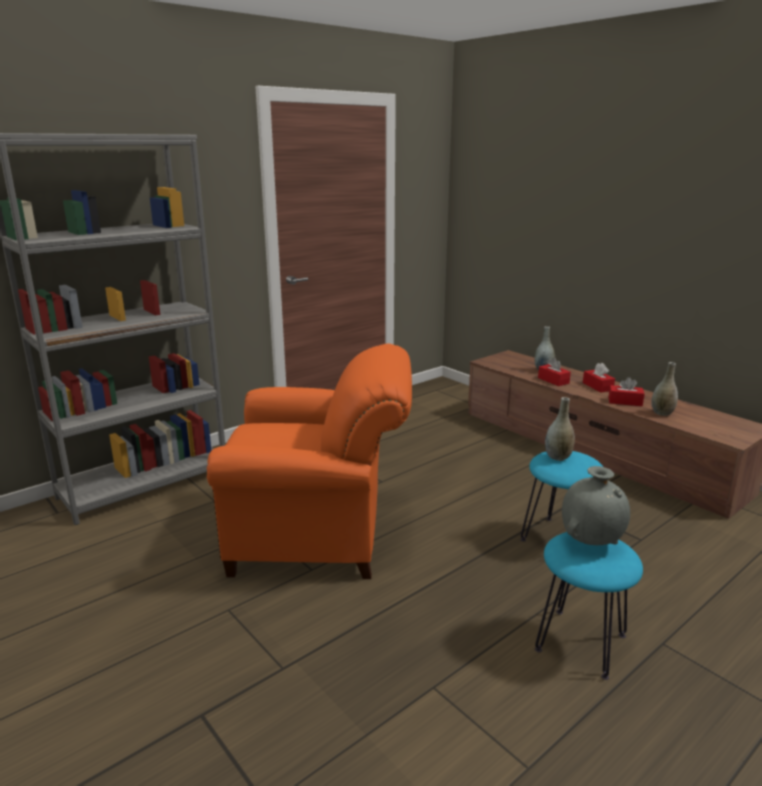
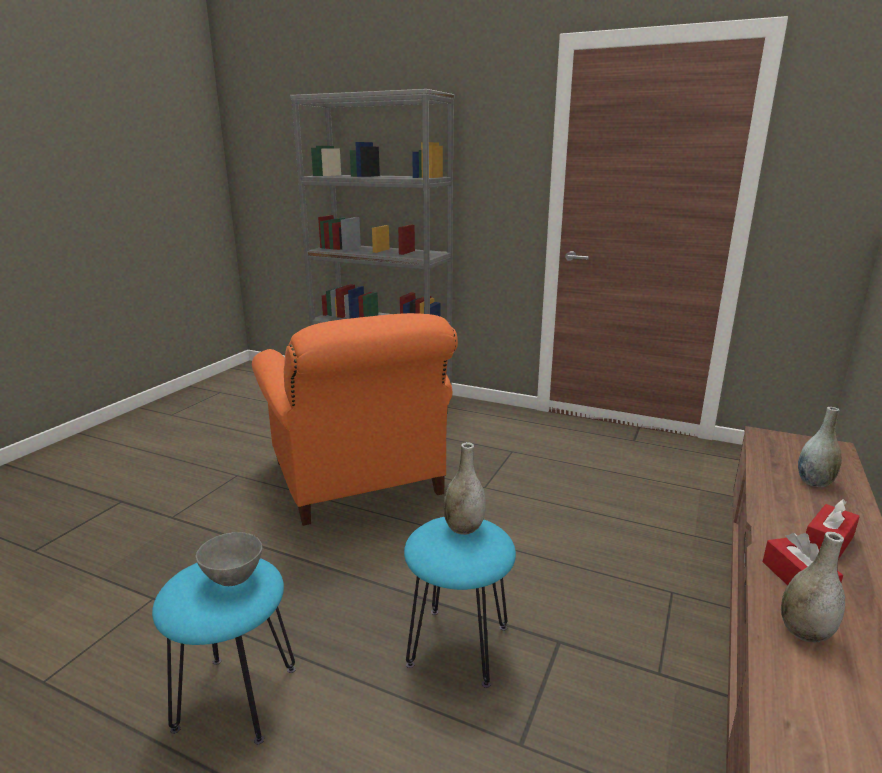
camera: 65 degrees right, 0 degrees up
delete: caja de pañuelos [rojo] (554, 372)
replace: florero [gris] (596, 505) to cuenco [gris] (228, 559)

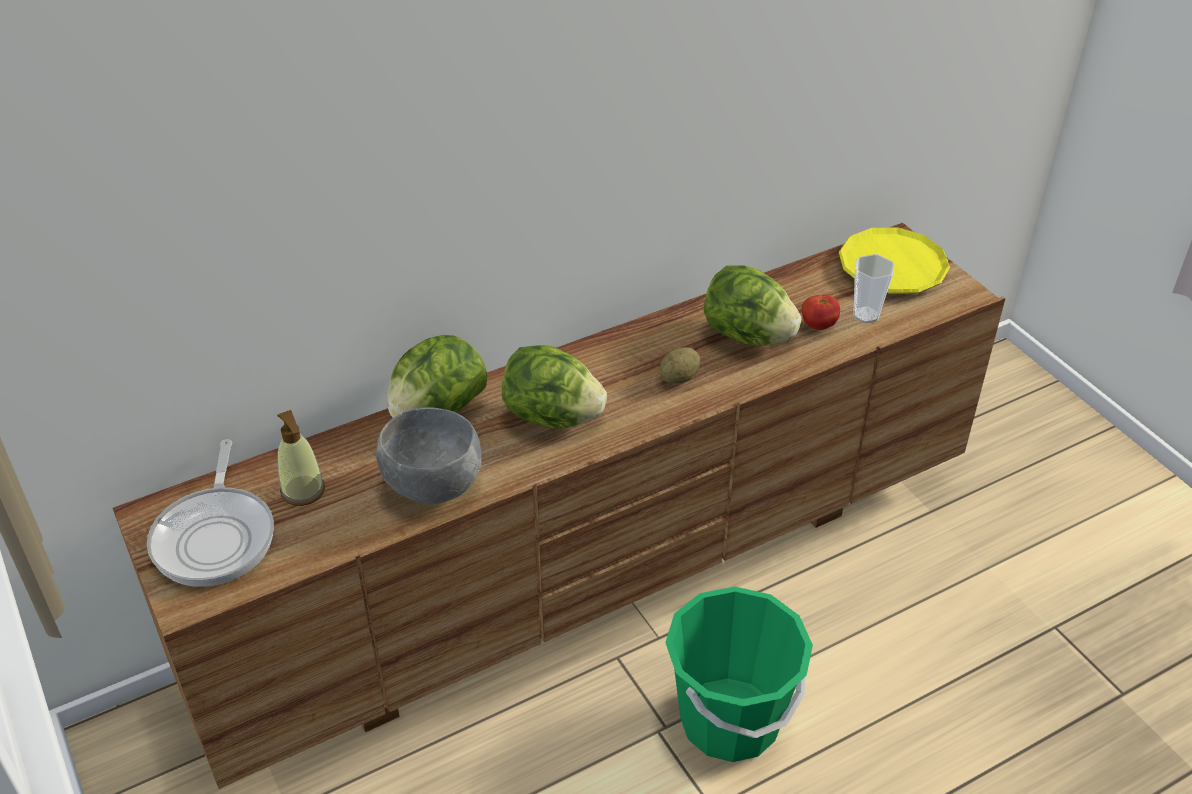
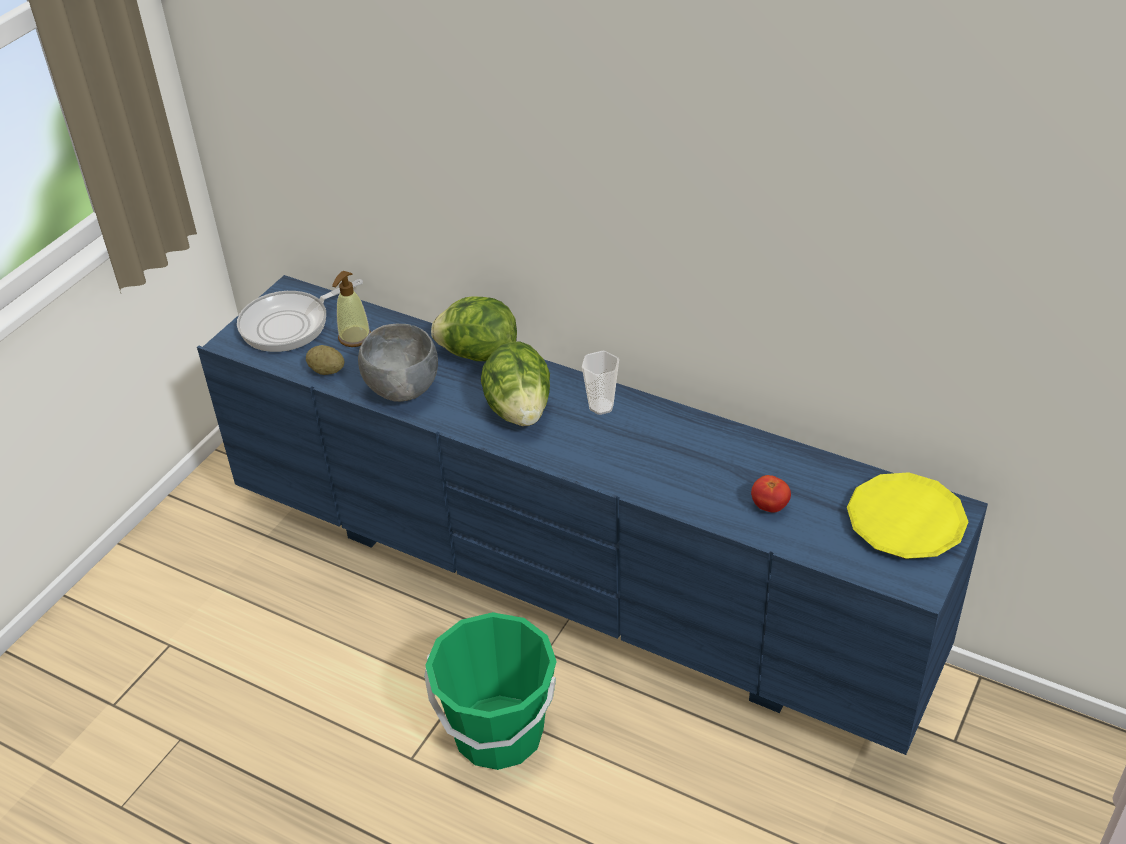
camera: 60 degrees right, 0 degrees up
delete: lechuga (752, 305)
move: patata (679, 365) to (325, 360); taza (873, 288) to (600, 383)
recolor: armario [marrón] (559, 506) to armario [azul] (592, 515)

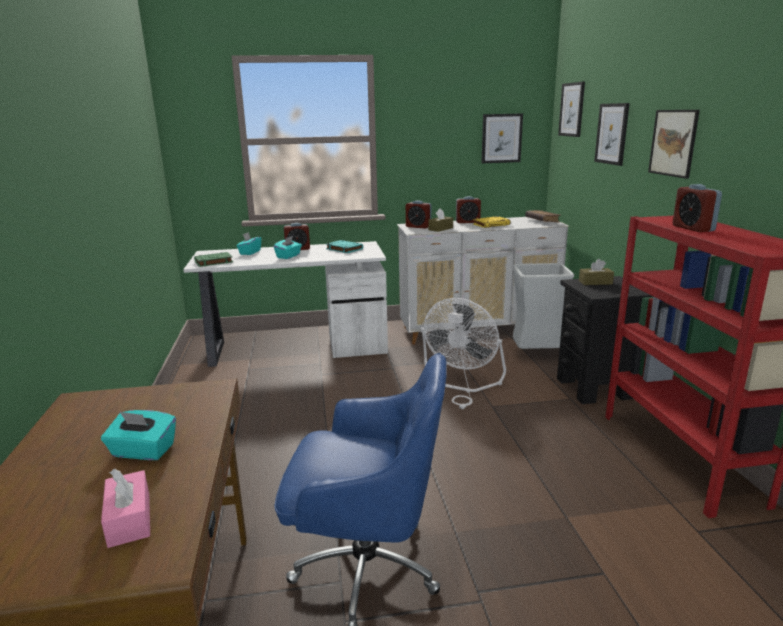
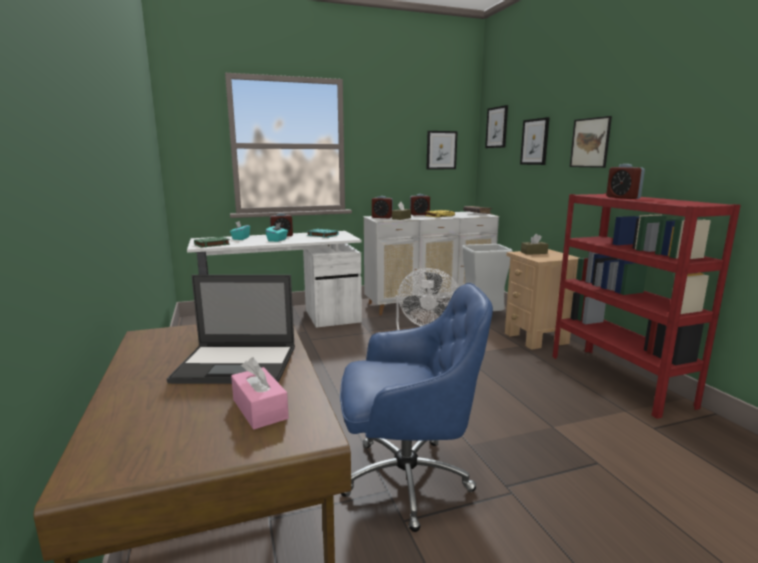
camera: 10 degrees left, 5 degrees down
replace: caja de pañuelos [turquesa] (138, 435) to portátil (231, 329)
recolor: mesita de noche [negro] (605, 340) to mesita de noche [beis] (542, 299)

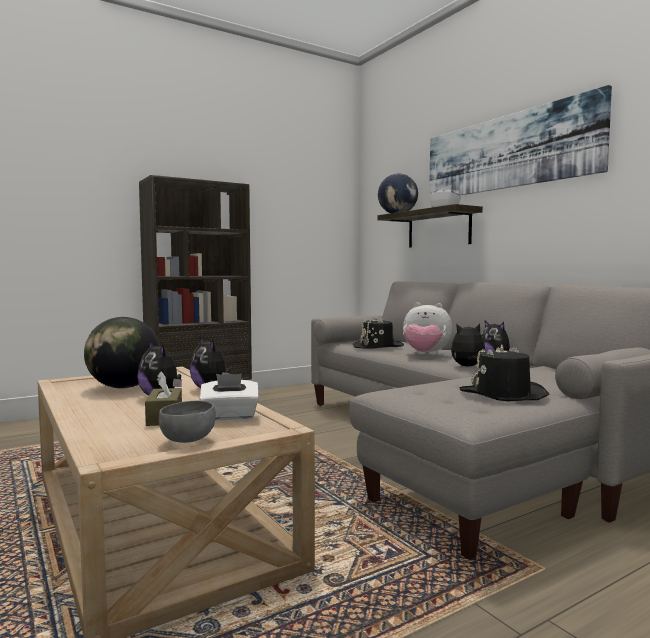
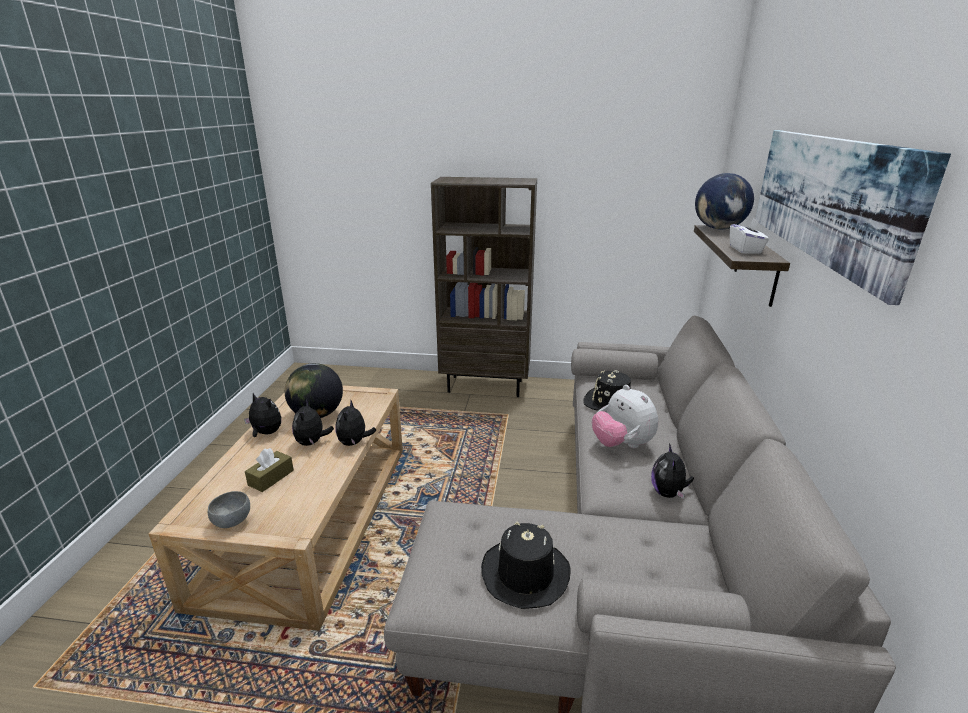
camera: 40 degrees right, 20 degrees up
delete: caja de pañuelos [blanco] (229, 397)
move: peluche (468, 345) to (262, 415)

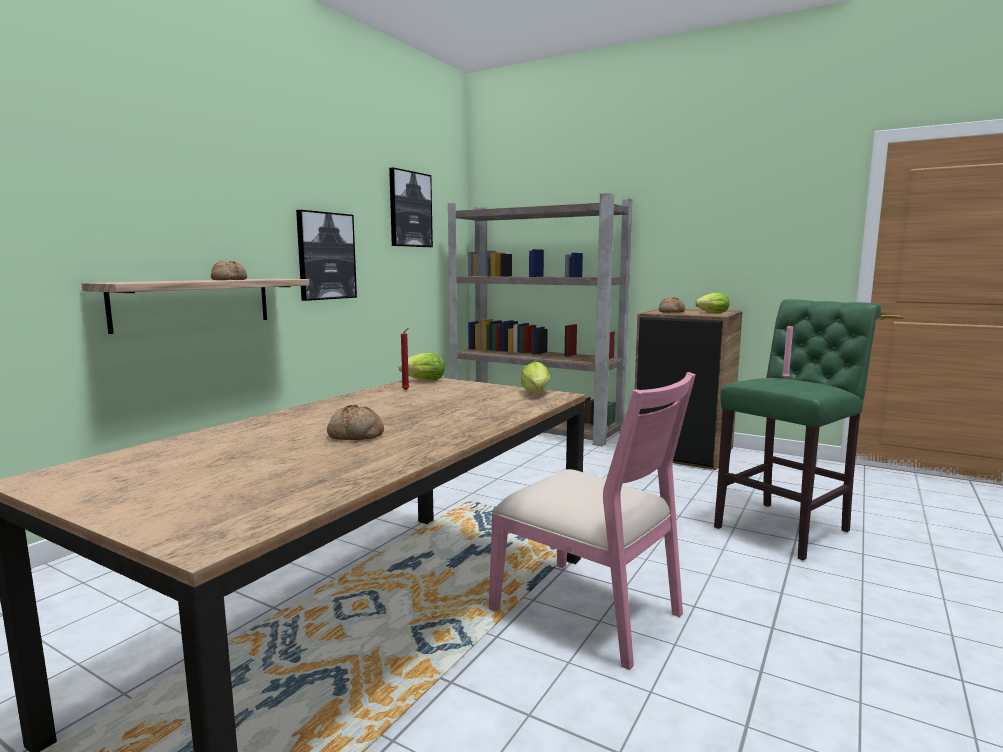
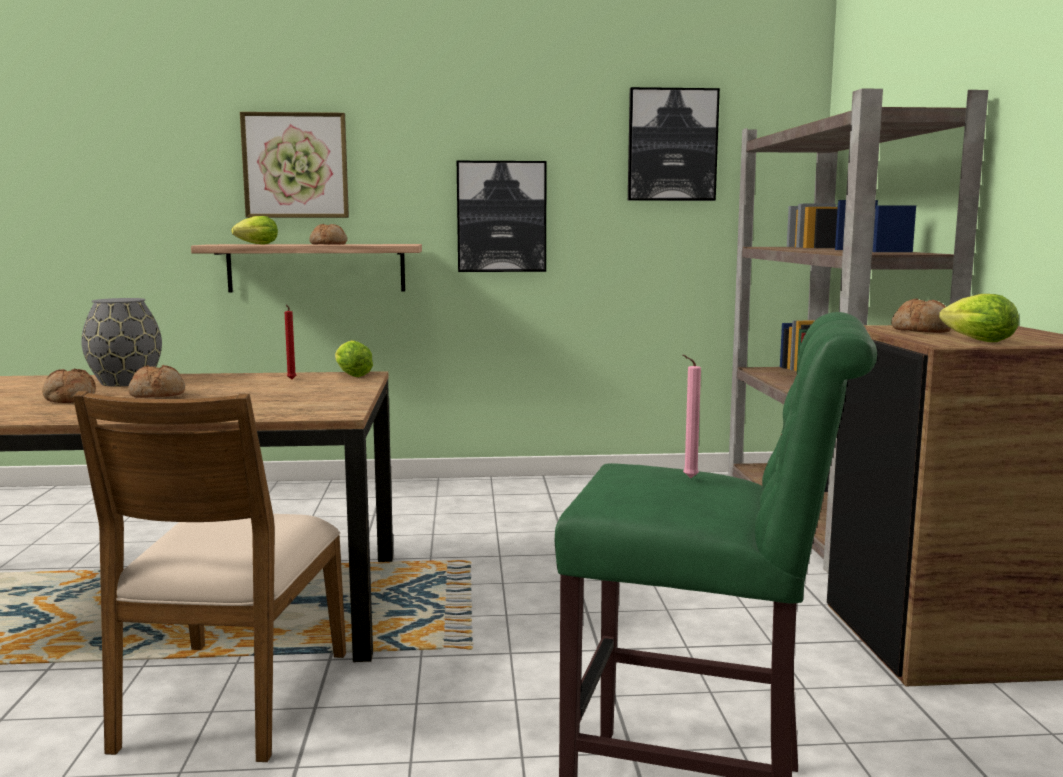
camera: 55 degrees right, 0 degrees up
insert: florero [gris] (121, 342); pan (156, 381); cuadro (294, 165)
move: lechuga (536, 377) to (254, 230)
recolor: silla [rosa] (592, 521) to silla [marrón] (209, 576)

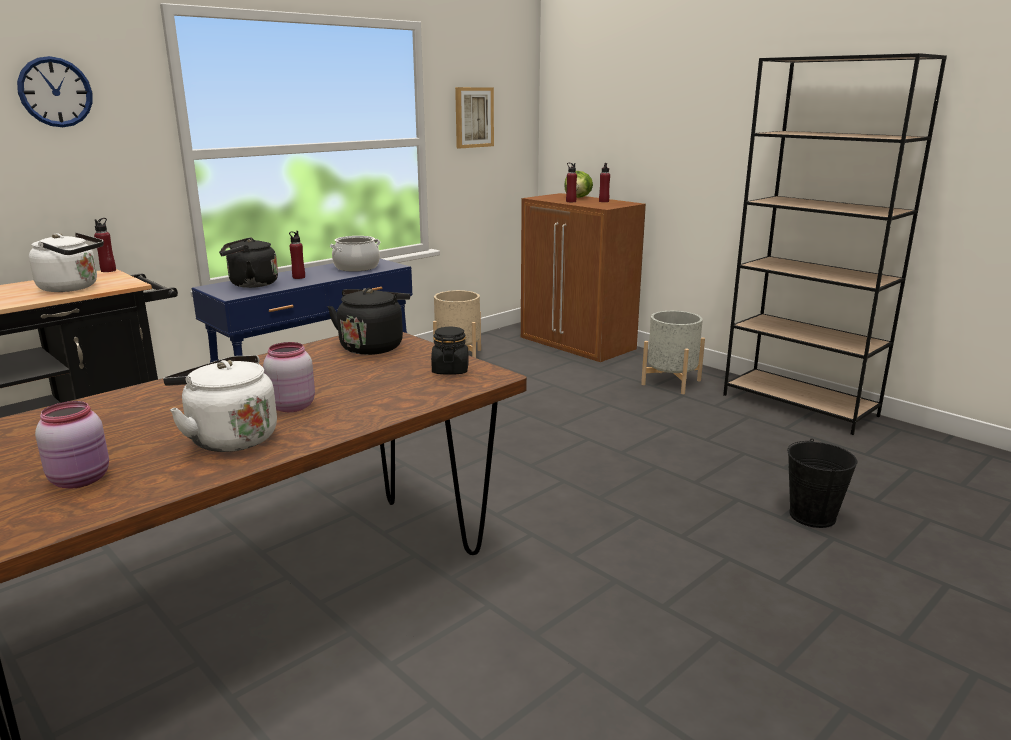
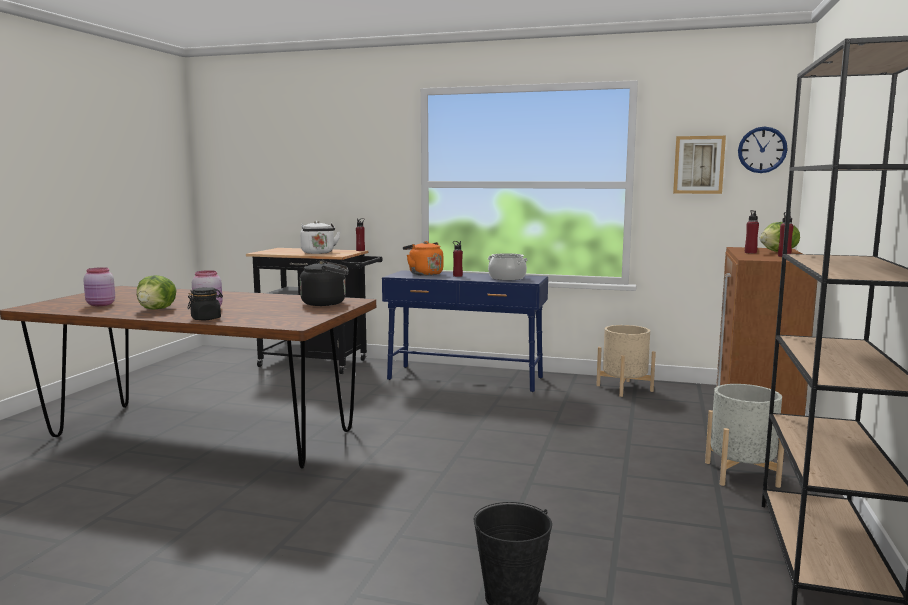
camera: 60 degrees right, 10 degrees down
move: reloj de pared (55, 91) to (763, 149); tarro [negro] (450, 351) to (205, 303)
replace: hervidor [blanco] (220, 403) to lechuga (156, 292)
recolor: hervidor [negro] (248, 262) to hervidor [naranja] (423, 258)

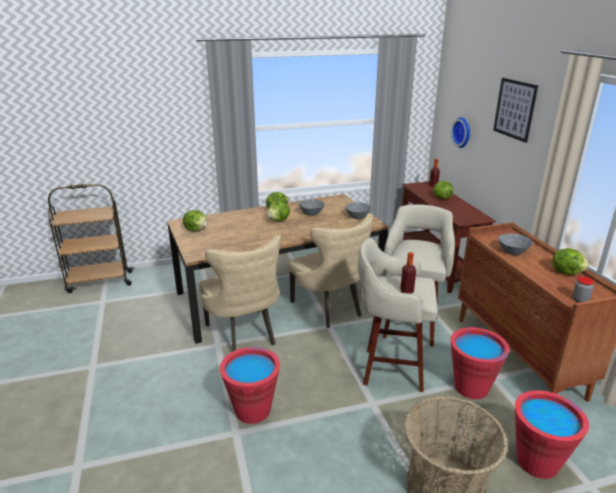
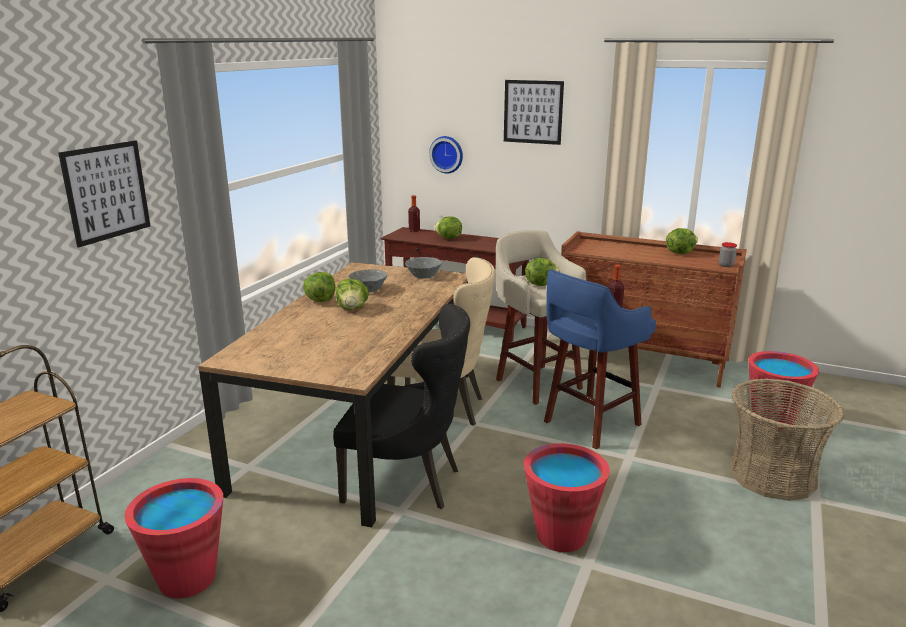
camera: 50 degrees left, 5 degrees down
delete: cuenco [gris] (515, 244)
insert: cuadro (104, 193)
move: lechuga (195, 221) to (542, 272); cubo [rojo] (480, 363) to (173, 538)
recolor: silla [beis] (240, 293) to silla [negro] (401, 406); taburete [beis] (398, 315) to taburete [azul] (600, 359)

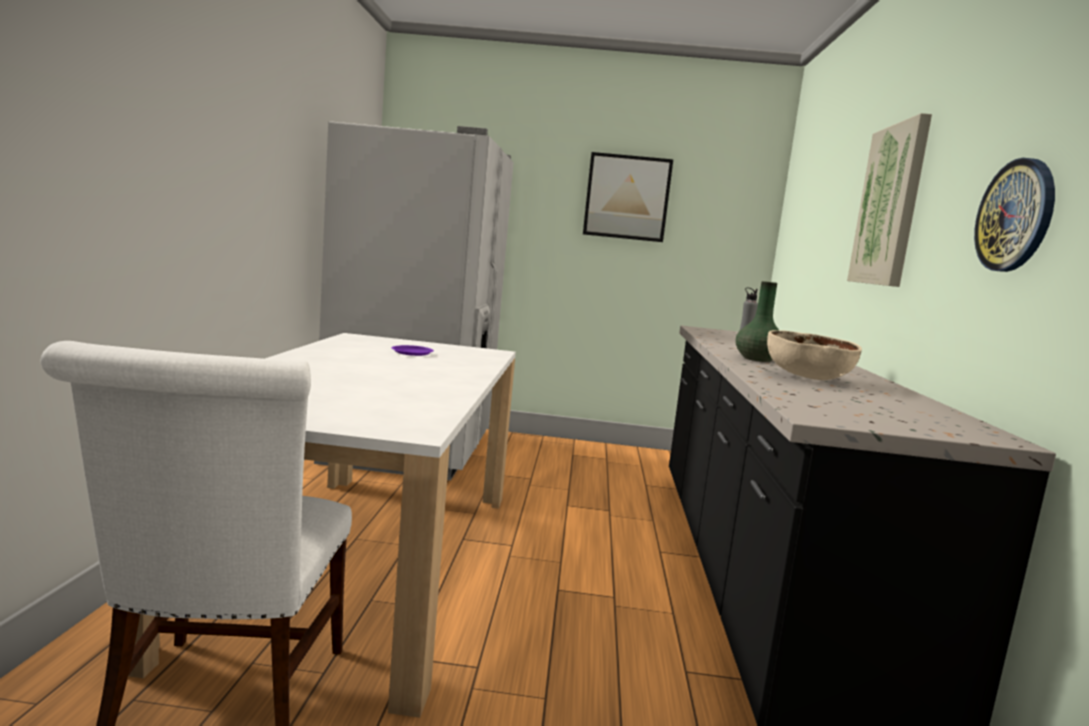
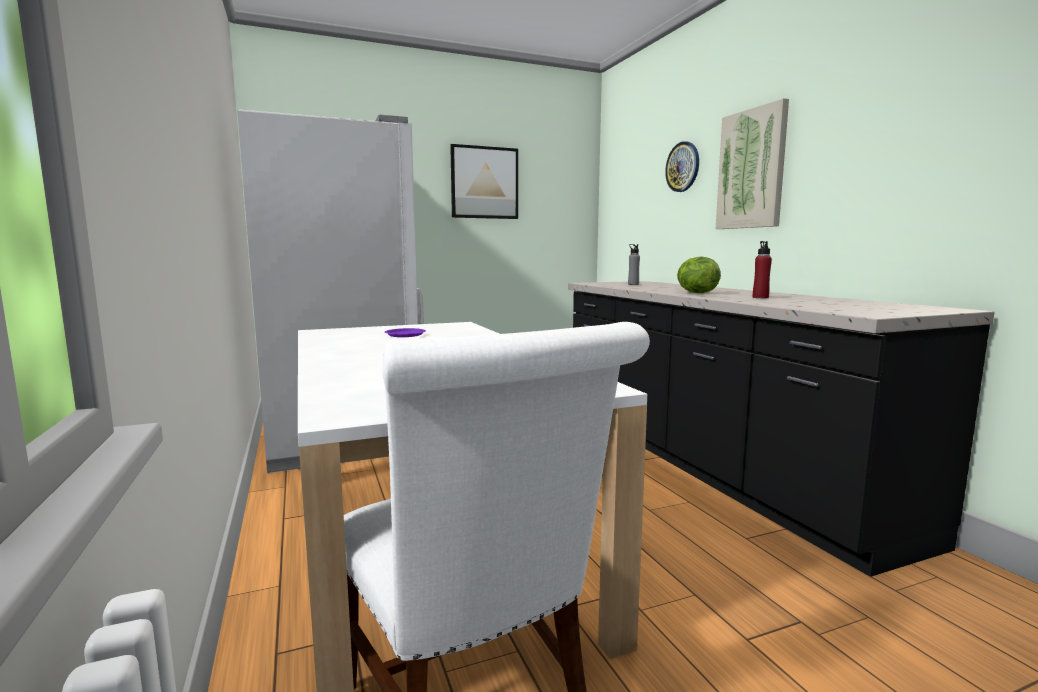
camera: 25 degrees left, 0 degrees up
move: reloj de pared (1014, 215) to (682, 166)
replace: florero [verde] (757, 321) to lechuga (699, 274); cuenco [beis] (814, 355) to botella [rojo] (762, 269)

